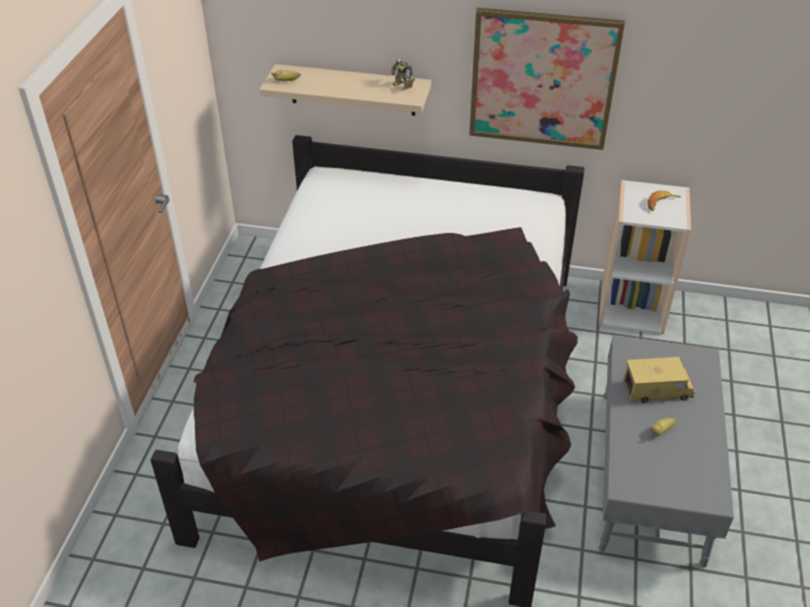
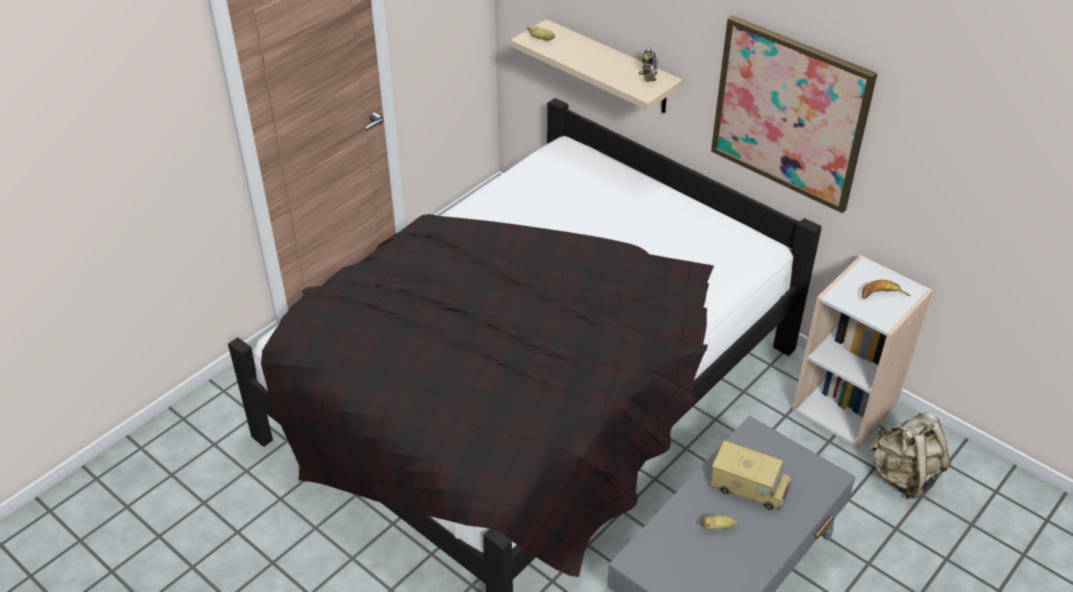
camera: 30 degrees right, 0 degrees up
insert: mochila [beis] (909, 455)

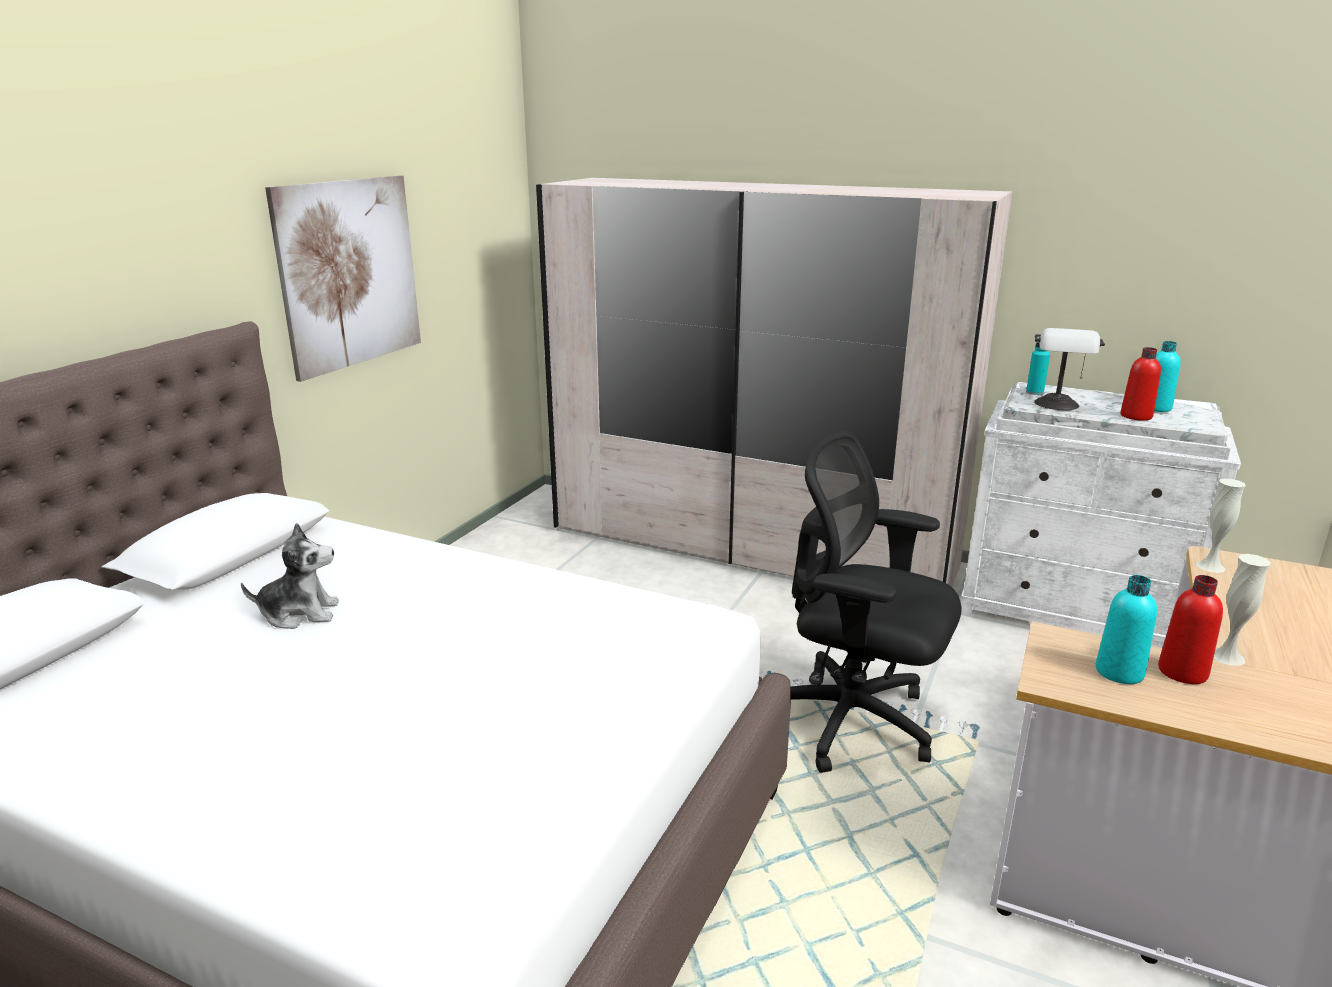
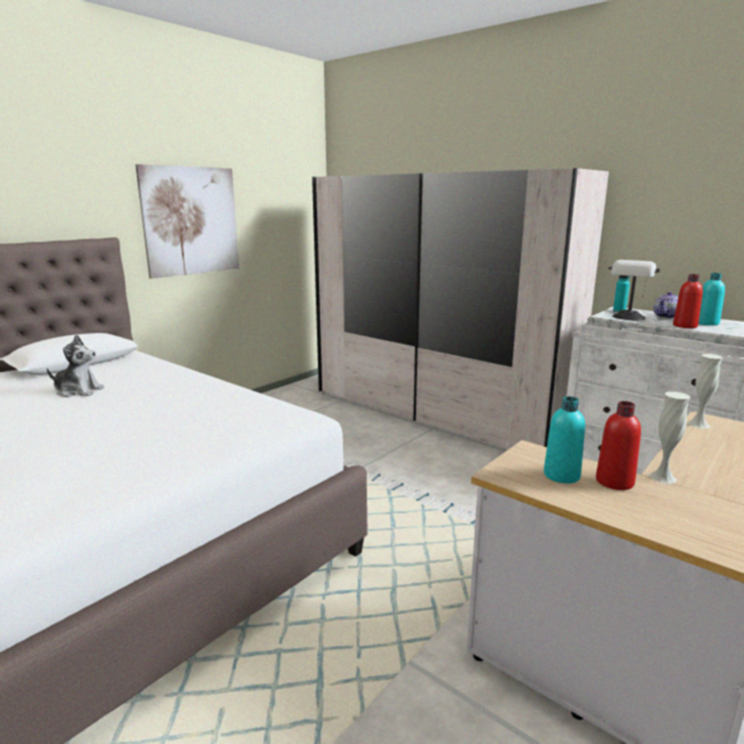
camera: 15 degrees right, 5 degrees down
delete: silla de oficina [negro] (876, 602)
insert: tetera (665, 305)

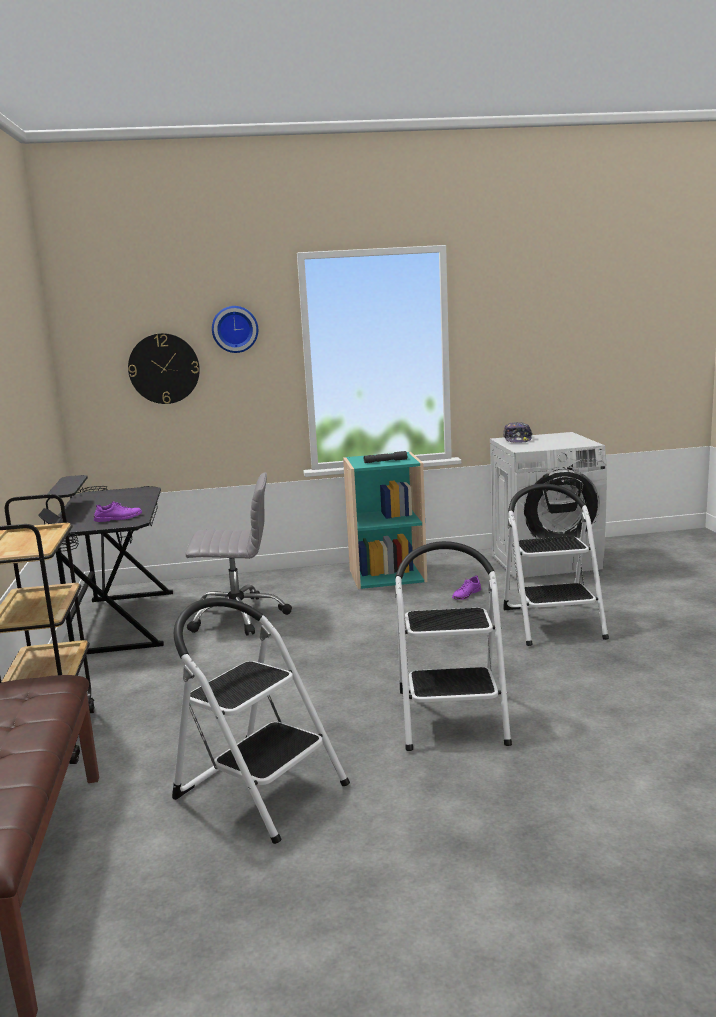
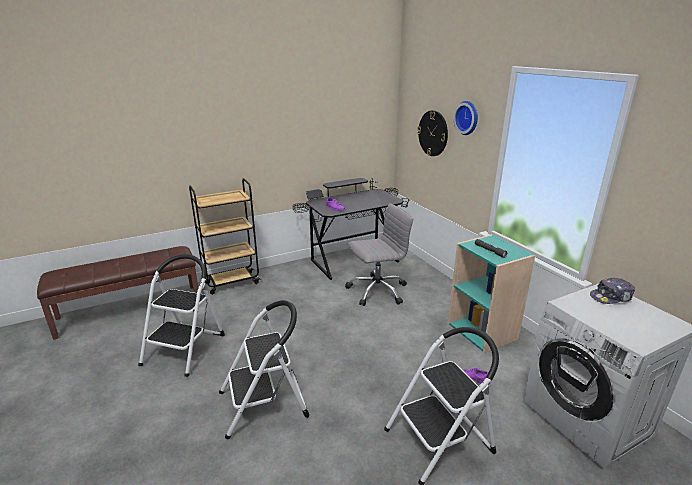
camera: 70 degrees right, 10 degrees up
rotate: silla de oficina [gris] (238, 554) = (379, 254) 90 degrees counterclockwise

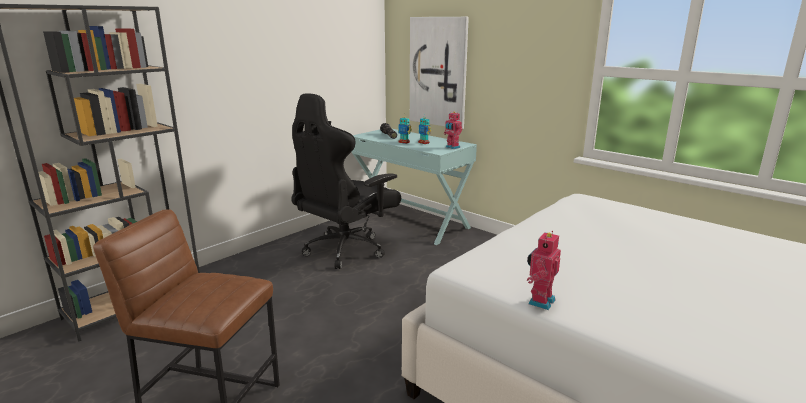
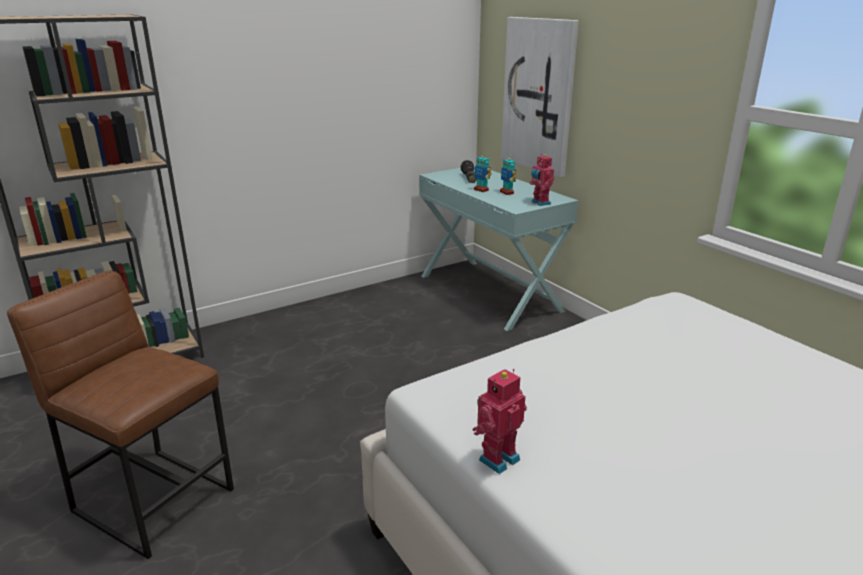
camera: 15 degrees right, 5 degrees up
delete: silla de oficina [negro] (346, 181)

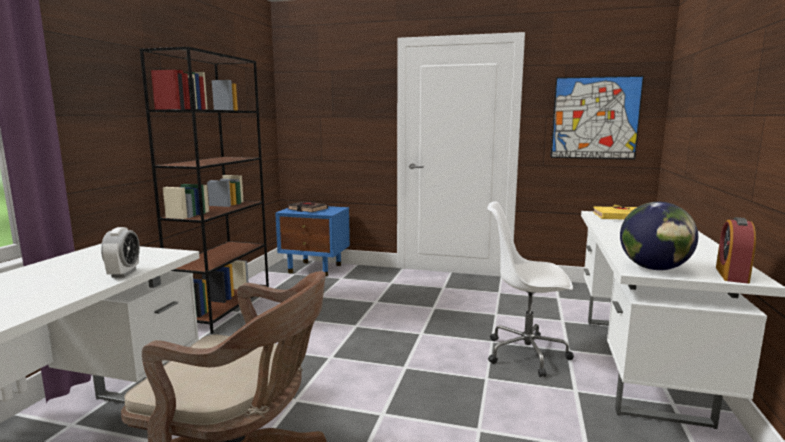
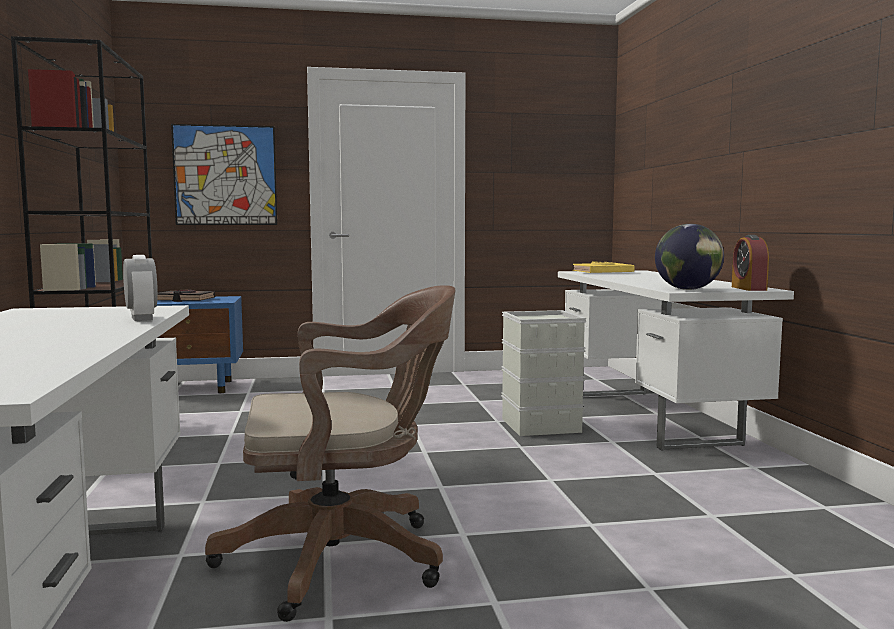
camera: 25 degrees left, 5 degrees down
move: cuadro (597, 117) to (224, 174)
replace: silla de oficina [blanco] (530, 289) to caja de almacenaje [gris] (543, 373)

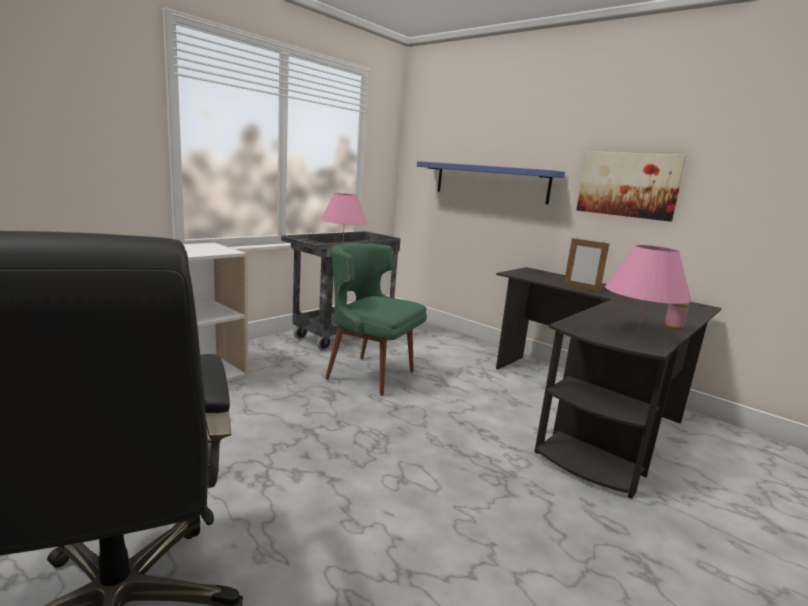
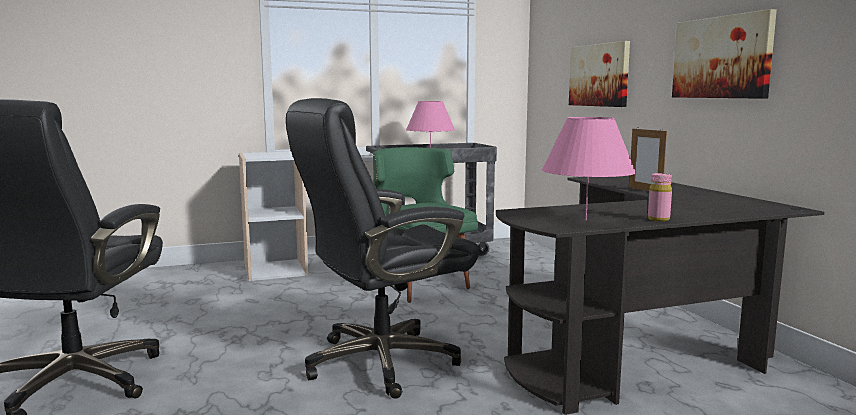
camera: 30 degrees right, 5 degrees down
insert: silla de oficina [negro] (382, 248)
replace: estante [azul] (491, 182) to cuadro (599, 74)

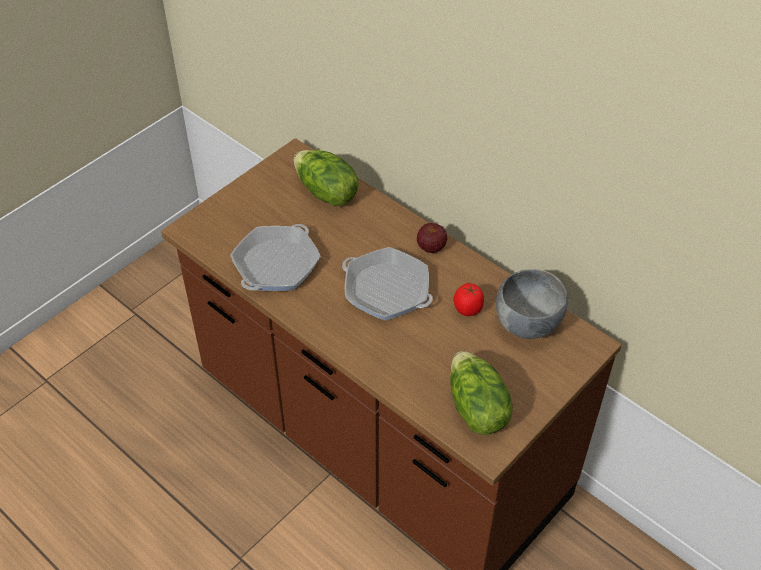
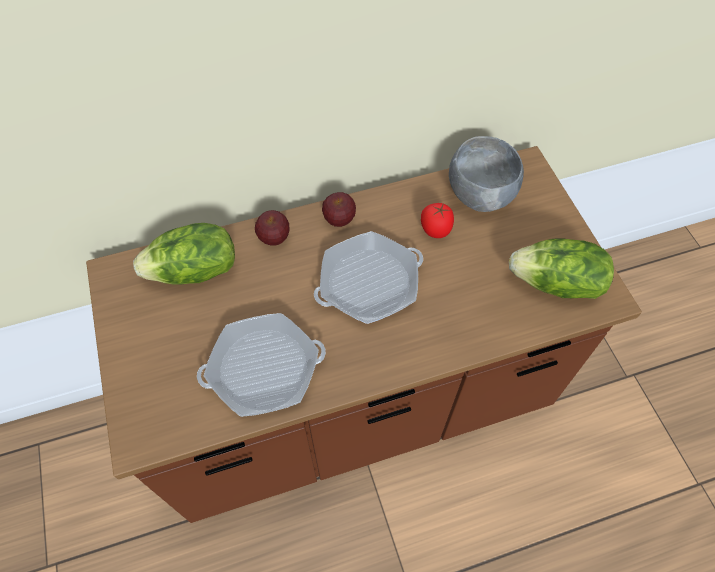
camera: 60 degrees left, 10 degrees up
insert: manzana (272, 228)
rotate: sartén (275, 257) = (261, 365) 75 degrees counterclockwise

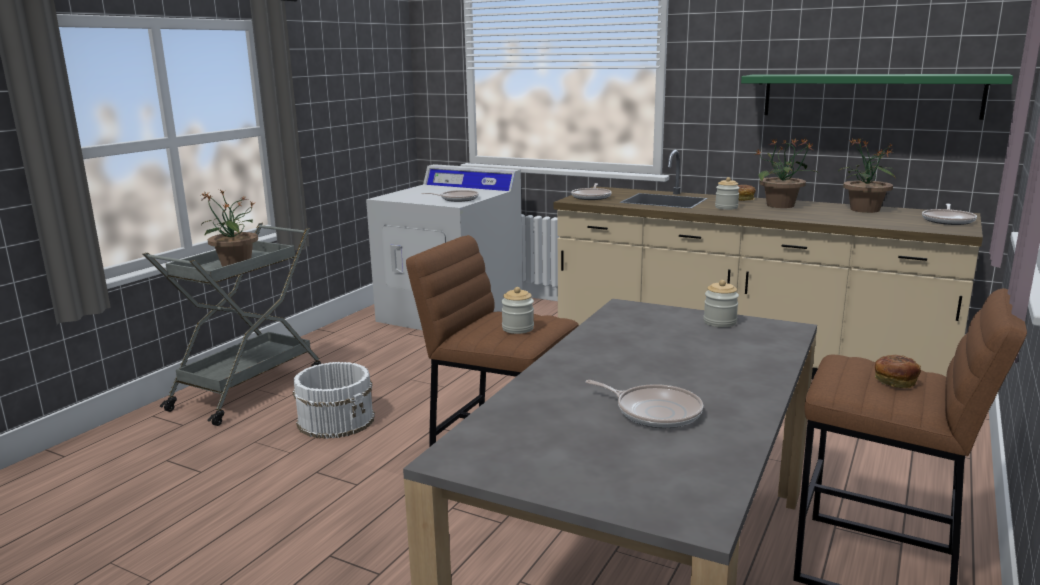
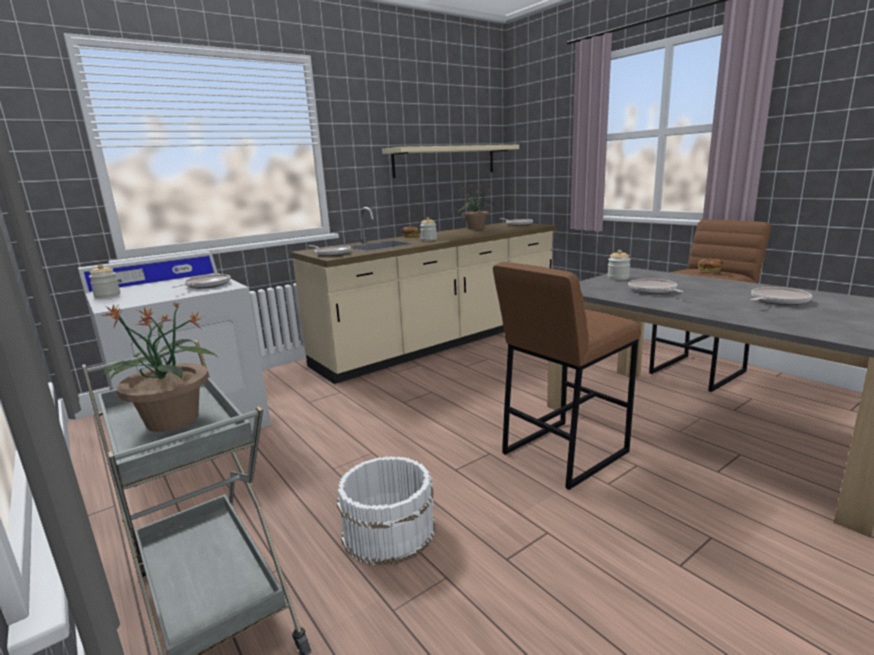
camera: 65 degrees left, 0 degrees up
delete: planta en maceta (786, 173)
insert: sartén (656, 286)
move: tarro (517, 310) to (104, 281)
recolor: estante [verde] (877, 97) to estante [beis] (450, 161)

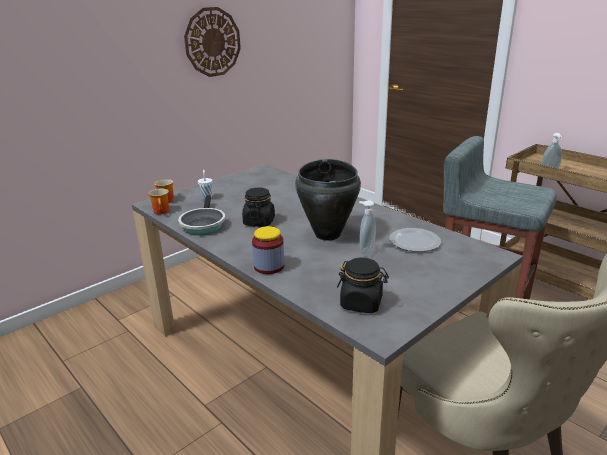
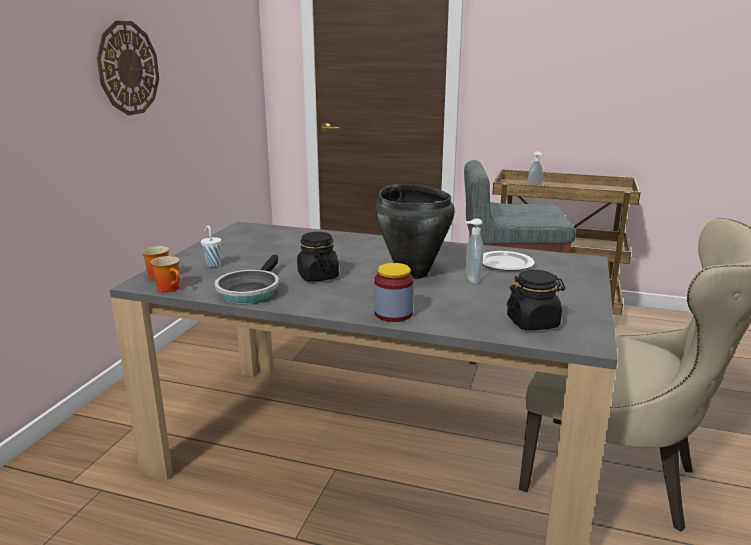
camera: 30 degrees left, 5 degrees down
rotate: sartén (201, 215) = (247, 279) 45 degrees clockwise

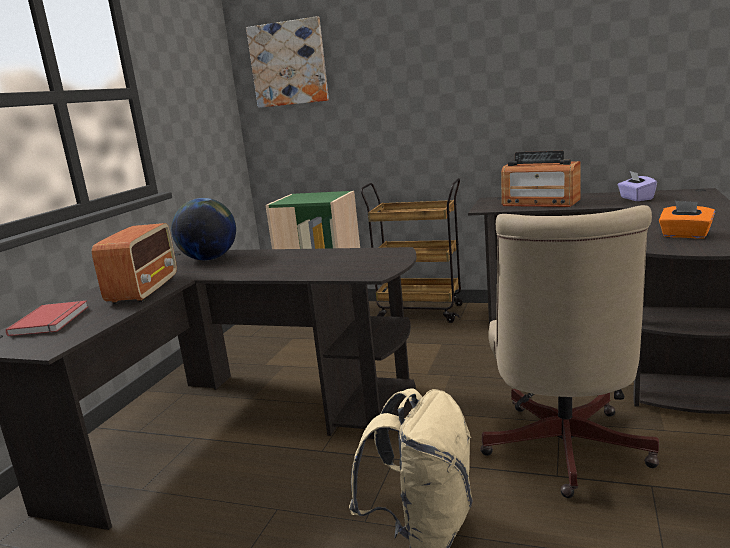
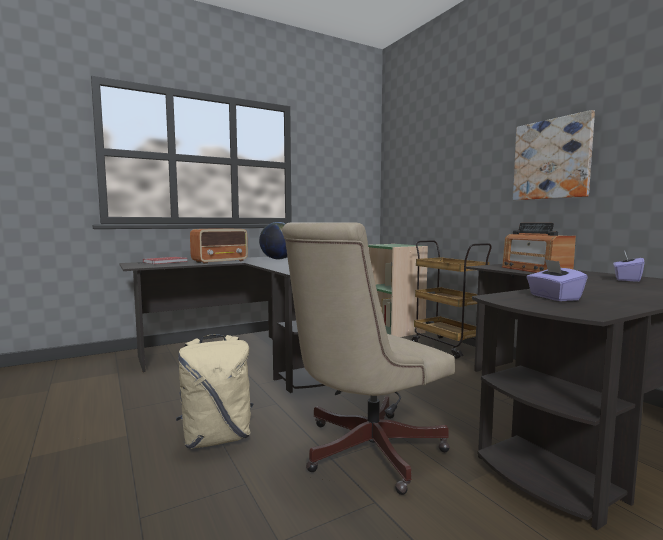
camera: 40 degrees right, 10 degrees down
move: cuadro (287, 62) to (554, 155)
recolor: caja de pañuelos [naranja] (687, 220) to caja de pañuelos [morado] (557, 280)

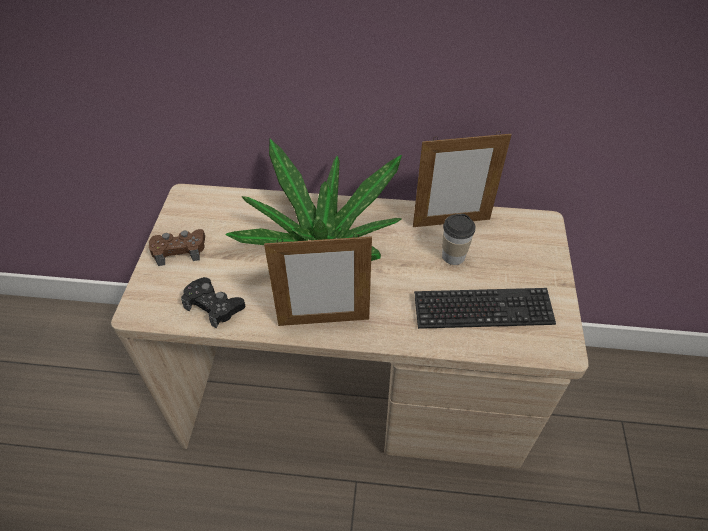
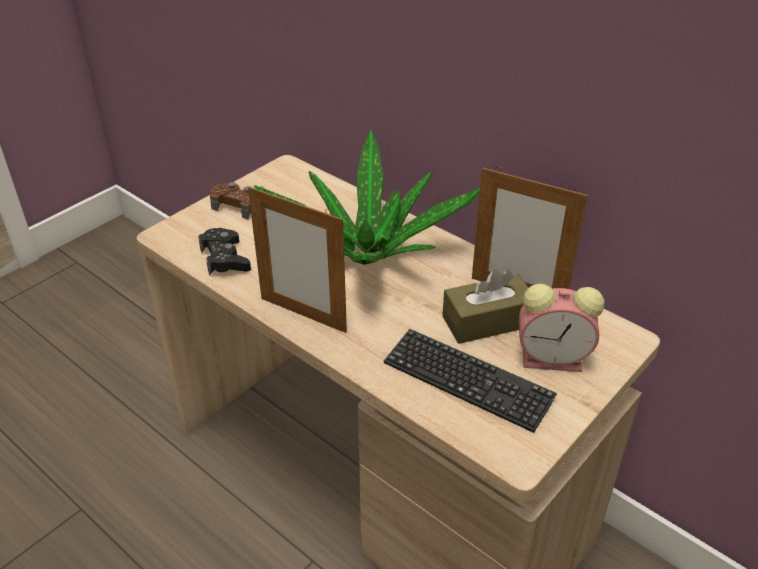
camera: 35 degrees right, 10 degrees down
insert: despertador (561, 328)
replace: taza (458, 239) to caja de pañuelos [marrón] (485, 306)

